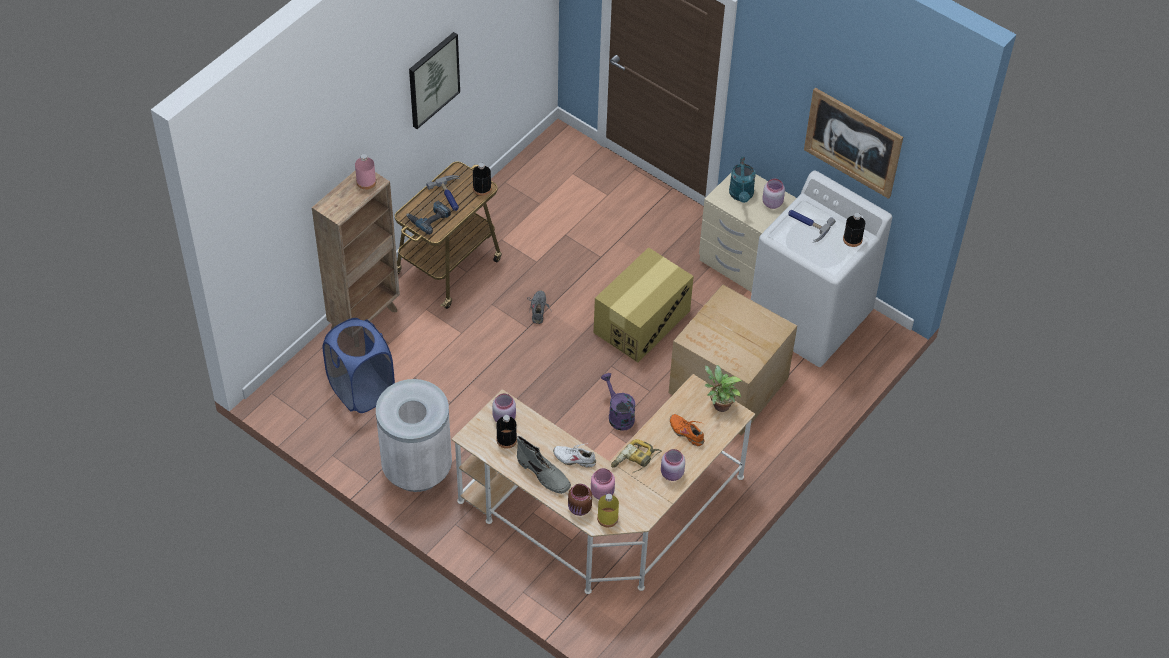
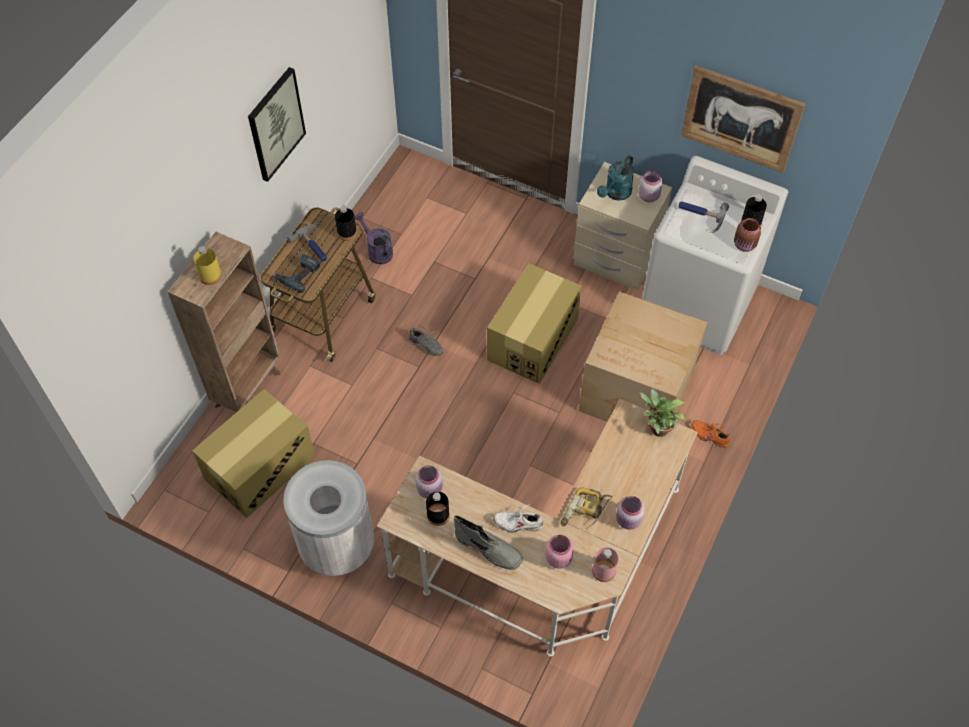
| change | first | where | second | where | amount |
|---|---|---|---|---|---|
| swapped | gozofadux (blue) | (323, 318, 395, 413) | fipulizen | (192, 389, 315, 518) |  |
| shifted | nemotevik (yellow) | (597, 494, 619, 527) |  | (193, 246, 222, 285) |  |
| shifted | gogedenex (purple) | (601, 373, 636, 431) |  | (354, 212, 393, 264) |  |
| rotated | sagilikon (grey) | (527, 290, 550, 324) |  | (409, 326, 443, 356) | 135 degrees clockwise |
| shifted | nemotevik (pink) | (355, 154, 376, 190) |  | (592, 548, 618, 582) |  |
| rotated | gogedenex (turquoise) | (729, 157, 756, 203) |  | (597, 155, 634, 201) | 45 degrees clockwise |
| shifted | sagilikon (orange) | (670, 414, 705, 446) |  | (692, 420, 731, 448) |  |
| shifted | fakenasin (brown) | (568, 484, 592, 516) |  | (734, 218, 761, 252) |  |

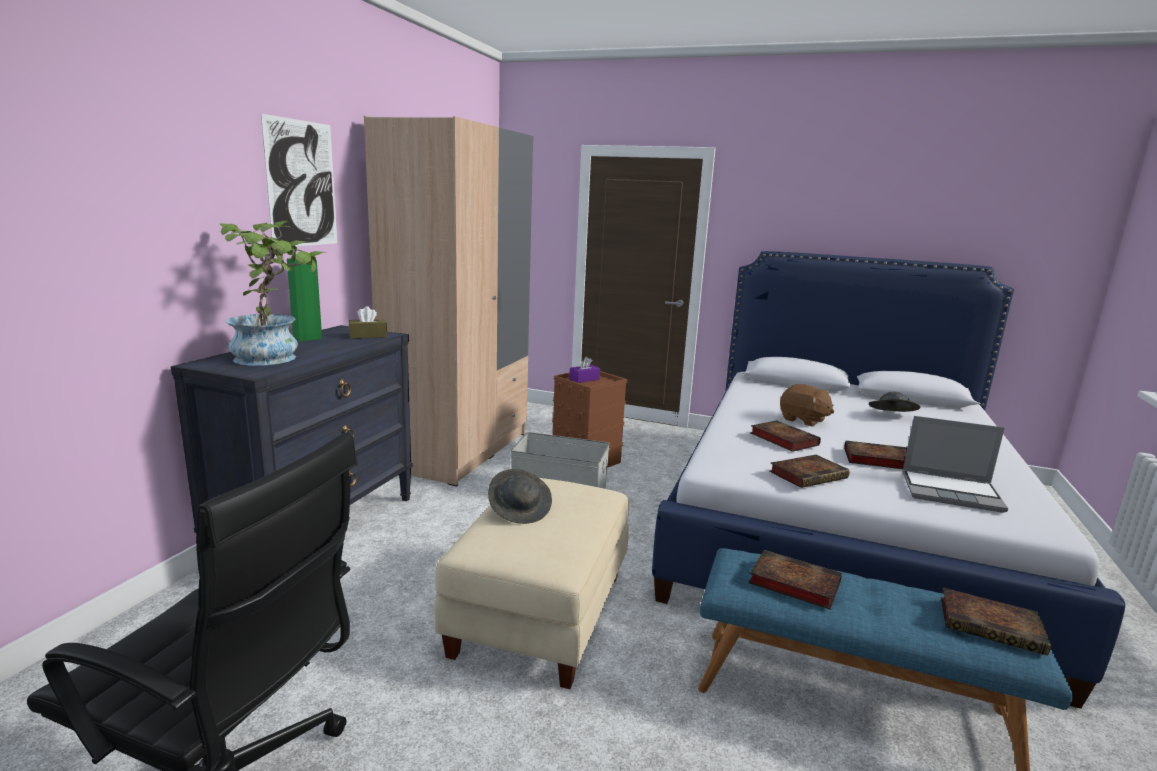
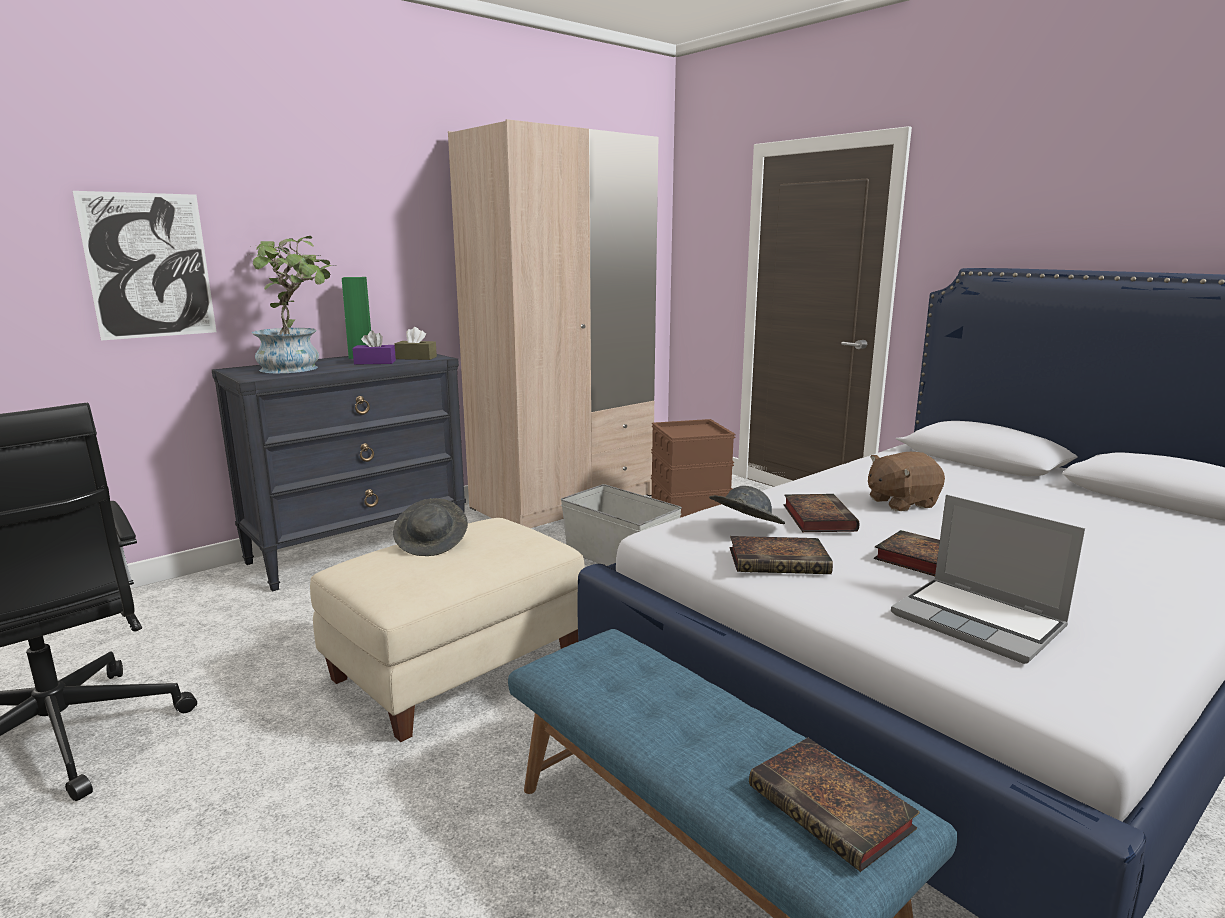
| change | first | where | second | where | amount |
|---|---|---|---|---|---|
| shifted | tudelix | (261, 114, 337, 246) |  | (73, 191, 216, 341) |  |
| shifted | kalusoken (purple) | (569, 357, 600, 383) |  | (352, 331, 396, 365) |  |
| shifted | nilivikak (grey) | (869, 392, 921, 412) |  | (709, 486, 785, 524) |  |
| rotated | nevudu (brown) | (780, 384, 834, 427) |  | (868, 452, 945, 511) | 90 degrees clockwise |
| gone | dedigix | (748, 550, 842, 609) |  |  |  |

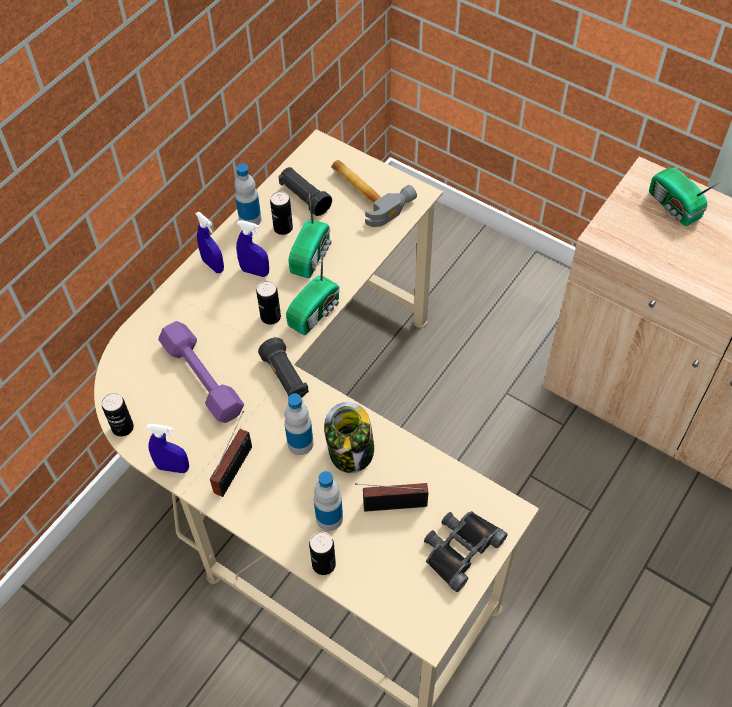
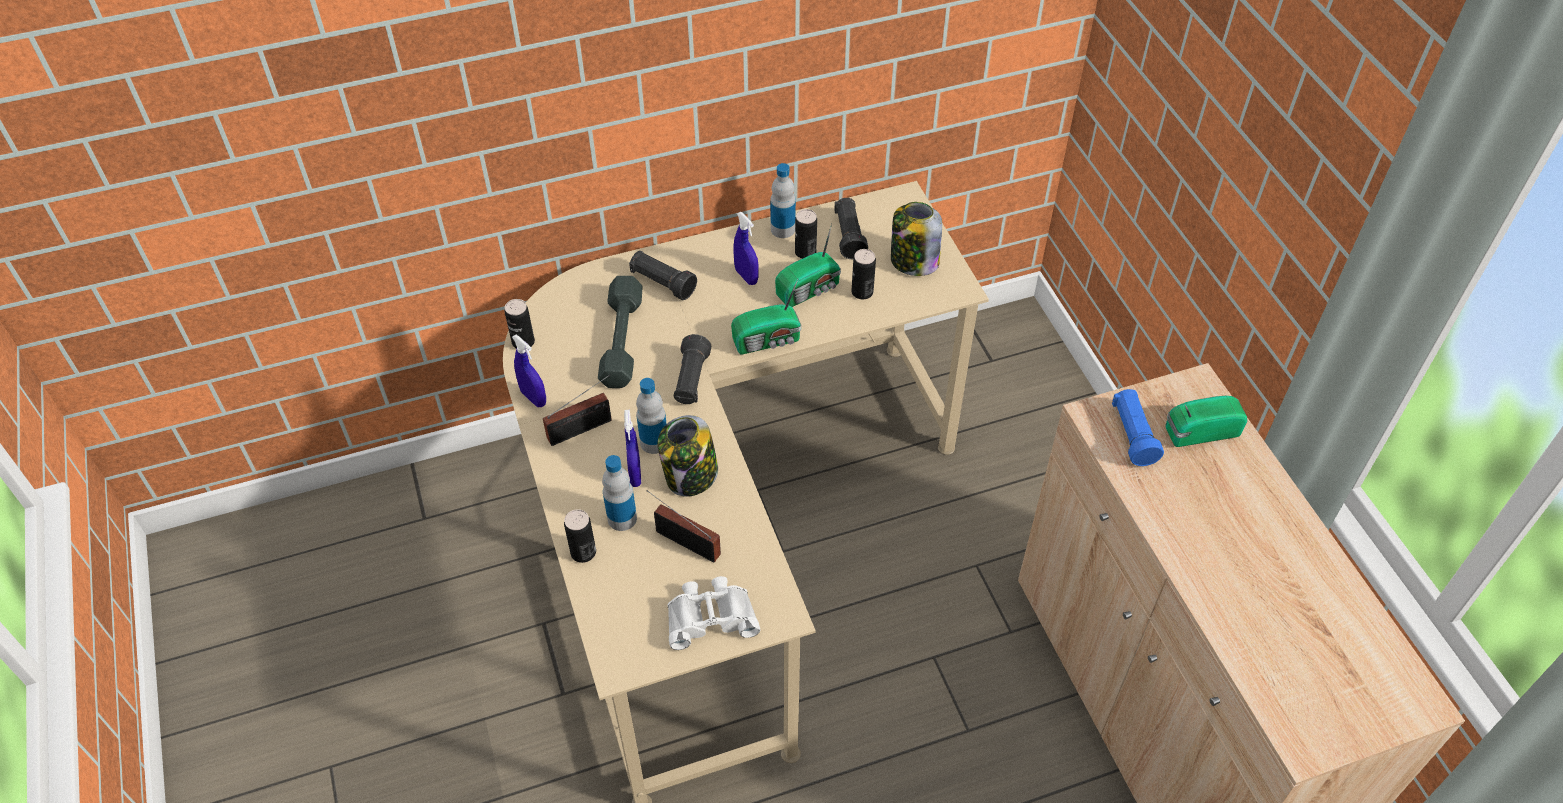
| change | first | where | second | where | amount |
|---|---|---|---|---|---|
| repainted | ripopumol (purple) | (158, 321, 244, 423) | ripopumol (grey) | (598, 276, 642, 388) |  |
| shifted | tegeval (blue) | (195, 212, 224, 273) |  | (624, 410, 641, 487) |  |
| new |  |  | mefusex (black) | (629, 251, 697, 300) |  |
| repainted | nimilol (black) | (424, 511, 507, 592) | nimilol (white) | (667, 576, 760, 650) |  |
| shifted | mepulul | (256, 281, 281, 325) |  | (851, 249, 876, 299) |  |
| swapped | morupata | (331, 160, 417, 227) | fakenasin | (891, 202, 942, 276) |  |
| new |  |  | mefusex (blue) | (1112, 389, 1164, 466) |  |
| rotated | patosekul | (649, 168, 721, 226) |  | (1165, 396, 1247, 447) | 75 degrees clockwise |

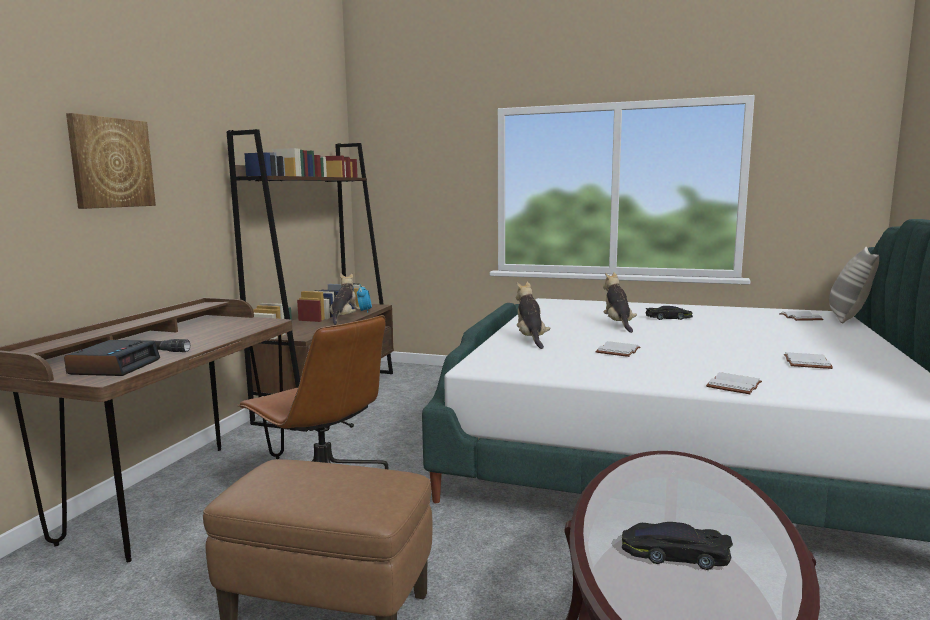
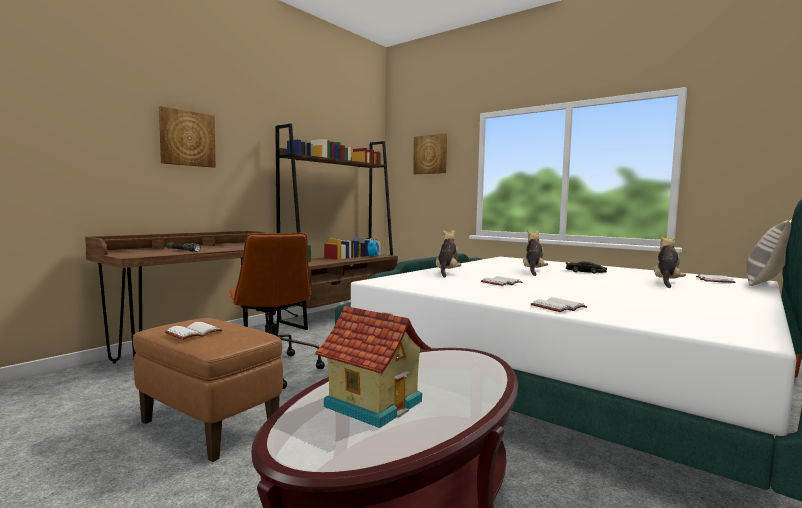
| change | first | where | second | where | amount |
|---|---|---|---|---|---|
| shifted | dedigix (white) | (784, 352, 833, 369) |  | (165, 322, 223, 340) |  |
| swapped | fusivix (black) | (622, 522, 733, 570) | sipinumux | (315, 306, 431, 428) |  |
| new |  |  | tudelix | (413, 133, 447, 174) |  |
| shifted | nevudu | (330, 274, 360, 325) |  | (654, 235, 686, 288) |  |
| gone | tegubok | (64, 340, 160, 376) |  |  |  |

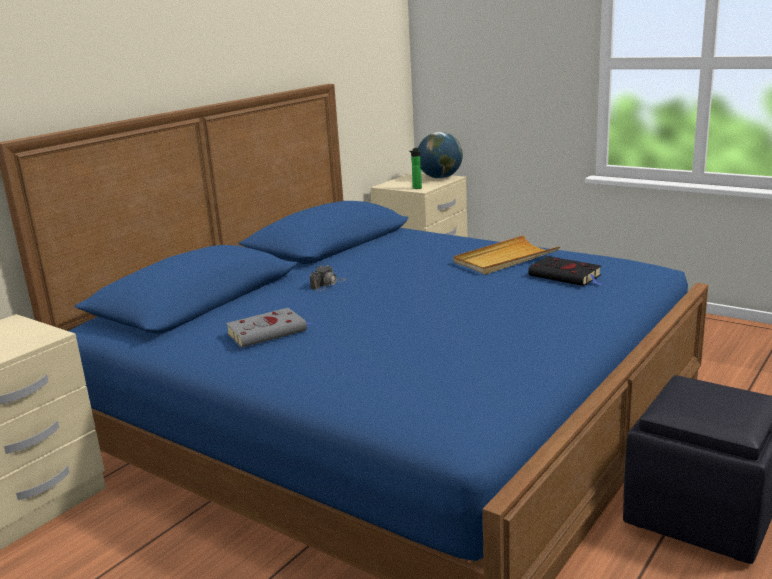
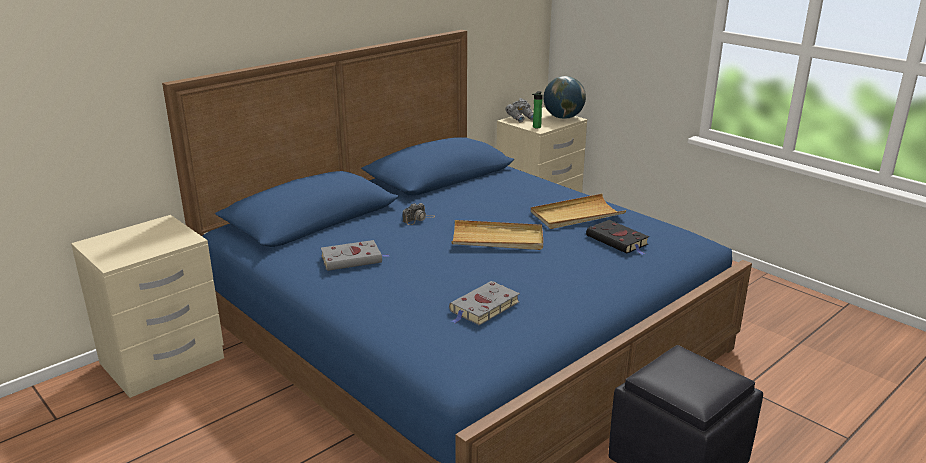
| change | first | where | second | where | amount |
|---|---|---|---|---|---|
| new |  |  | dedigix (grey) | (449, 281, 520, 326) |  |
| new |  |  | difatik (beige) | (452, 220, 543, 250) |  |
| new |  |  | nimilol (grey) | (505, 98, 533, 123) |  |

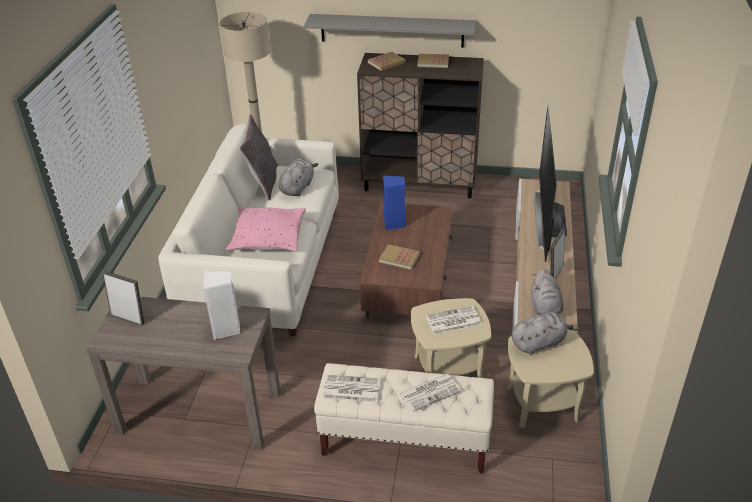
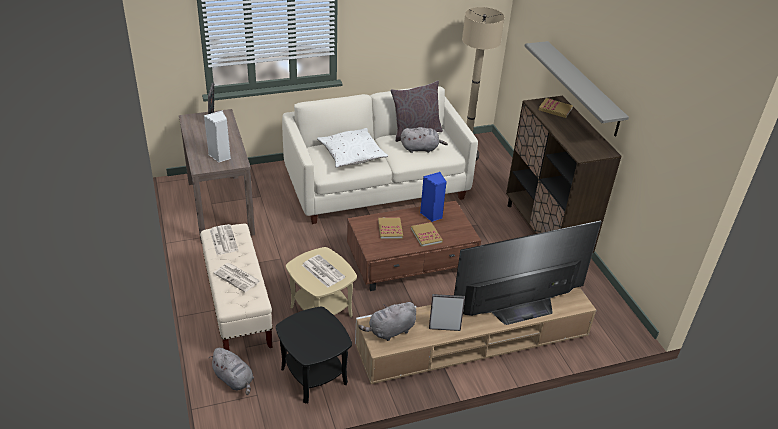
| change | first | where | second | where | amount |
|---|---|---|---|---|---|
| shifted | nevudu (grey) | (512, 312, 580, 355) |  | (209, 348, 254, 395) |  |
| repainted | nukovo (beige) | (507, 330, 594, 428) | nukovo (black) | (276, 307, 352, 403) |  |
| repainted | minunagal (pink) | (226, 207, 306, 252) | minunagal (white) | (317, 128, 388, 168) |  |
| shifted | dedigix | (418, 54, 449, 68) |  | (411, 222, 443, 247) |  |

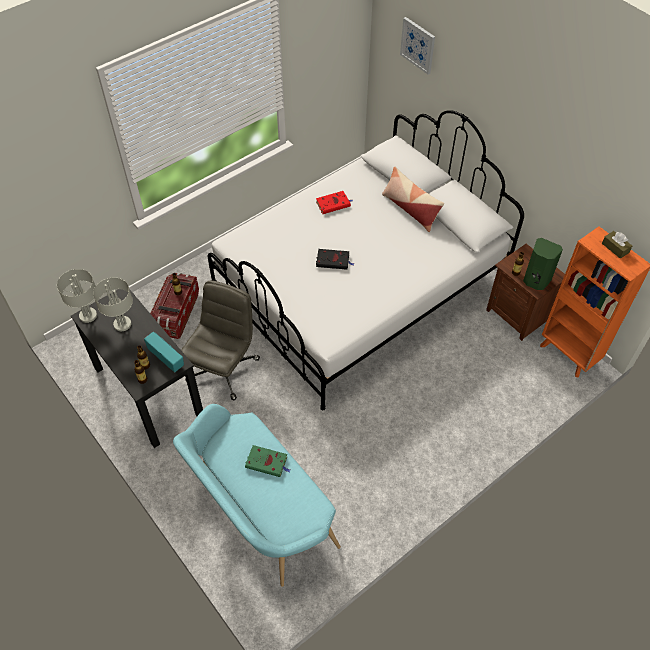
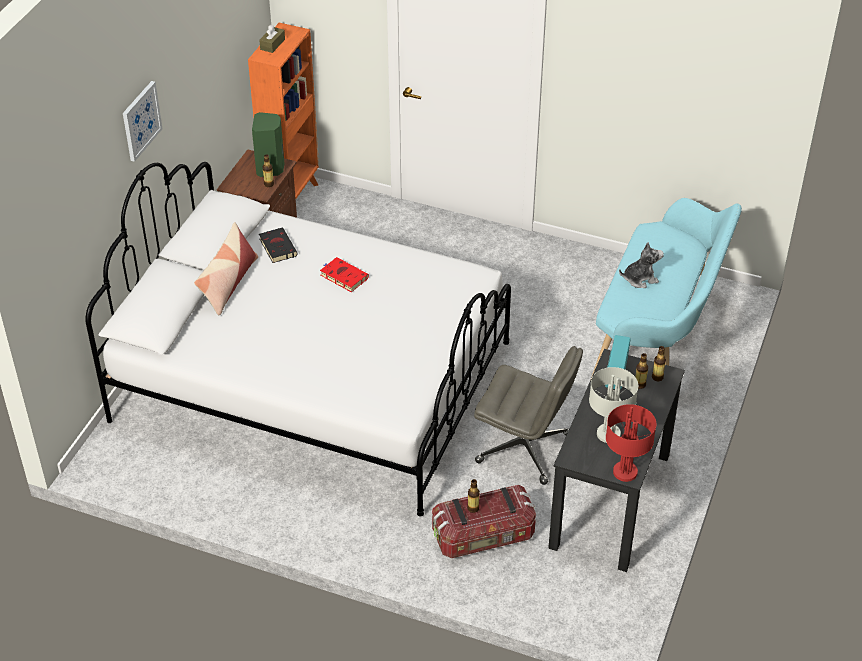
| change | first | where | second | where | amount |
|---|---|---|---|---|---|
| shifted | tudelix | (400, 17, 435, 74) |  | (123, 81, 162, 162) |  |
| shifted | dedigix (black) | (316, 249, 355, 270) |  | (259, 228, 298, 263) |  |
| shifted | dedigix (red) | (316, 191, 353, 214) |  | (320, 257, 369, 292) |  |
| rotated | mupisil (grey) | (181, 281, 260, 400) |  | (474, 346, 583, 485) | 150 degrees counterclockwise |
| repainted | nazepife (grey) | (57, 269, 97, 323) | nazepife (red) | (606, 404, 656, 482) |  |
| swapped | dedigix (green) | (245, 445, 290, 477) | nevudu | (619, 242, 664, 288) |  |

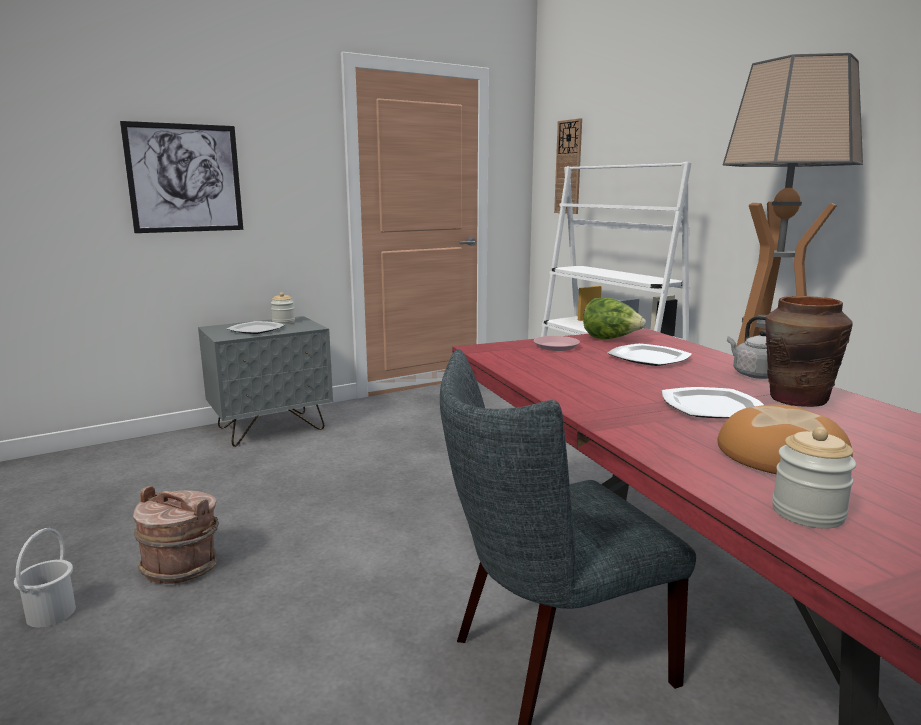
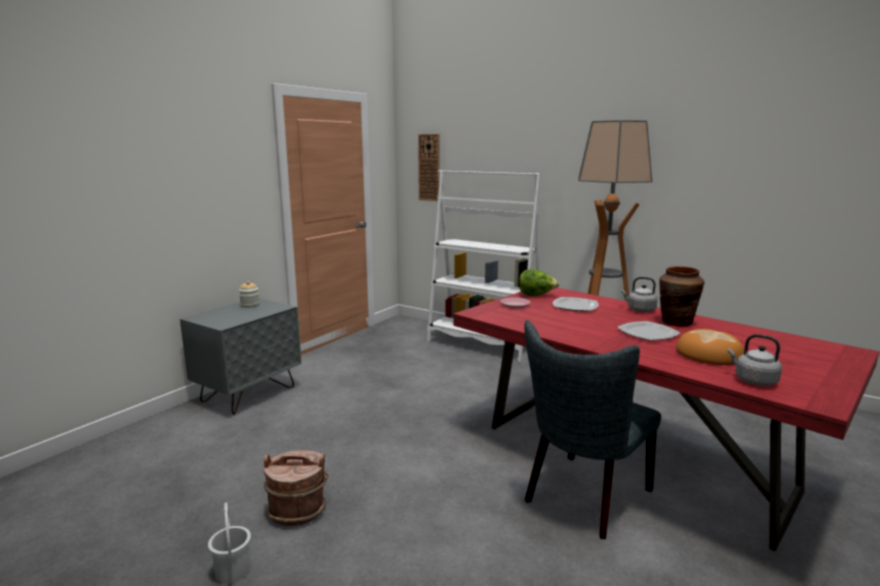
| change | first | where | second | where | amount |
|---|---|---|---|---|---|
| swapped | fakenasin | (772, 427, 856, 529) | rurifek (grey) | (728, 334, 782, 386) |  |
| gone | tudelix | (120, 121, 243, 233) |  |  |  |
| gone | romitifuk | (227, 321, 285, 334) |  |  |  |

